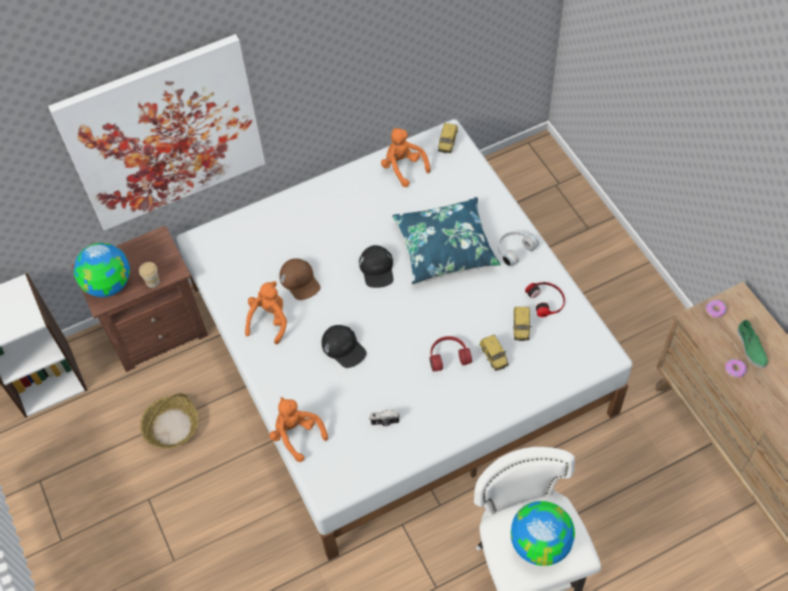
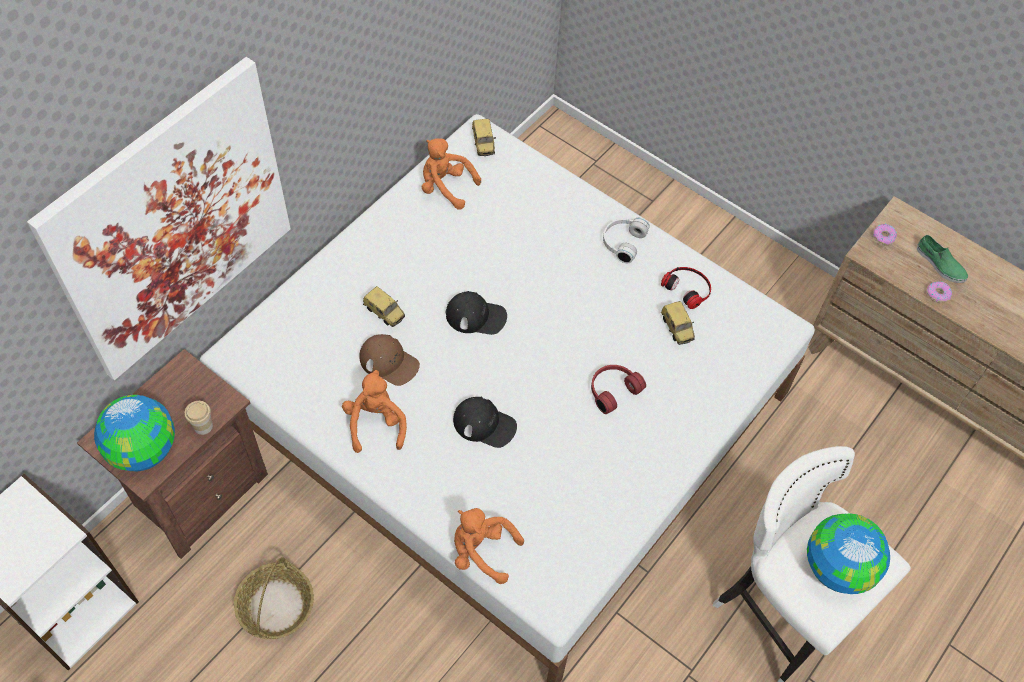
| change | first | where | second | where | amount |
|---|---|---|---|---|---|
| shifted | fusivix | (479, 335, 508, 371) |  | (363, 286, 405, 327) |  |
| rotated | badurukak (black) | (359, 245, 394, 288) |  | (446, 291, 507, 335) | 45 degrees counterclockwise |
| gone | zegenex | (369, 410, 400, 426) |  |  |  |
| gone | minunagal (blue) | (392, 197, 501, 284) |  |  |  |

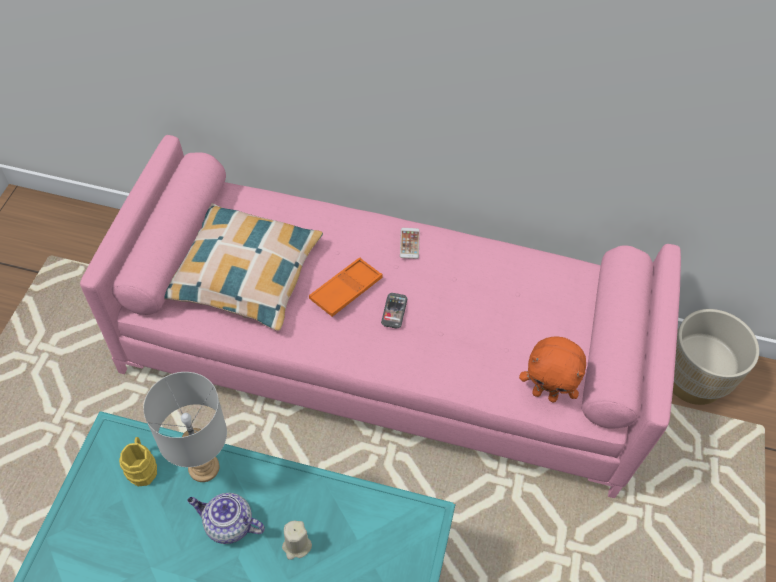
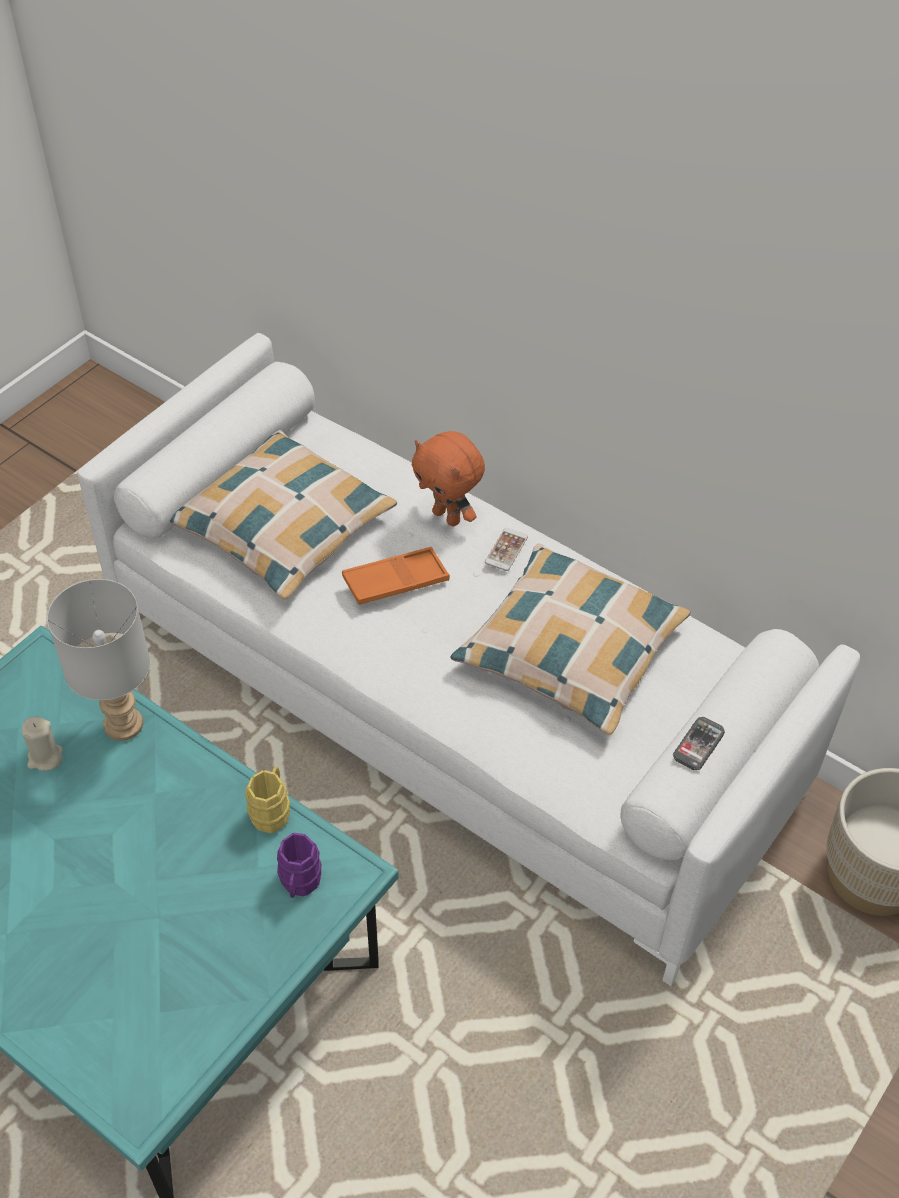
| change | first | where | second | where | amount |
|---|---|---|---|---|---|
| shifted | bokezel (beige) | (282, 521, 312, 560) |  | (22, 717, 63, 771) |  |
| repainted | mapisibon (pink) | (80, 135, 681, 498) | mapisibon (white) | (77, 333, 860, 986) |  |
| shifted | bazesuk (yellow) | (119, 437, 157, 486) |  | (245, 767, 290, 833) |  |
| new |  |  | bazesuk (purple) | (277, 833, 321, 898) |  |
| shifted | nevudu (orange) | (519, 336, 586, 403) |  | (412, 431, 485, 526) |  |
| new |  |  | minunagal | (451, 543, 691, 735) |  |
| shifted | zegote | (381, 293, 407, 329) |  | (673, 717, 725, 770) |  |
| gone | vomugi | (187, 493, 265, 544) |  |  |  |

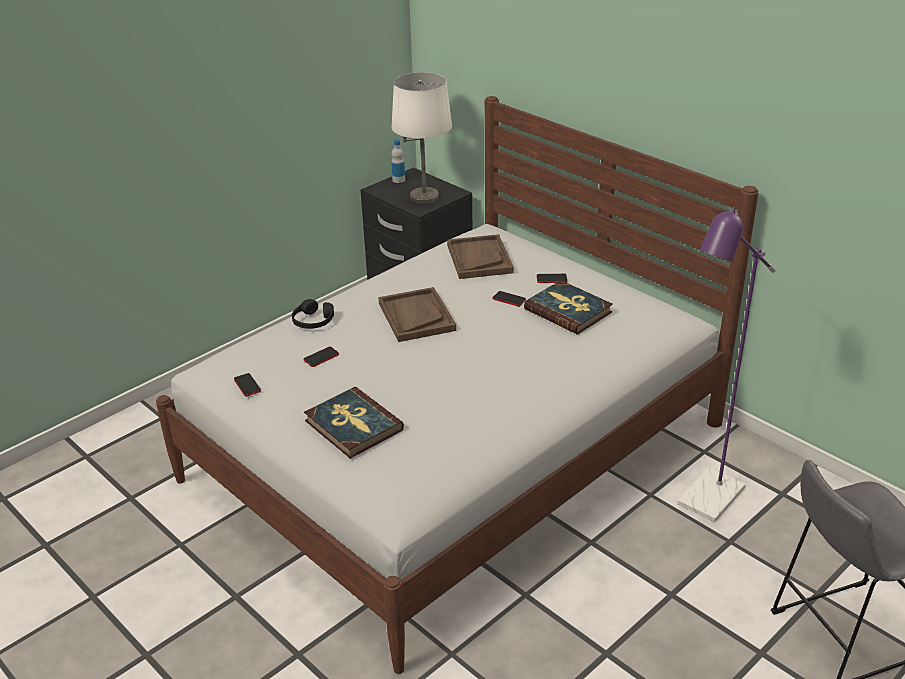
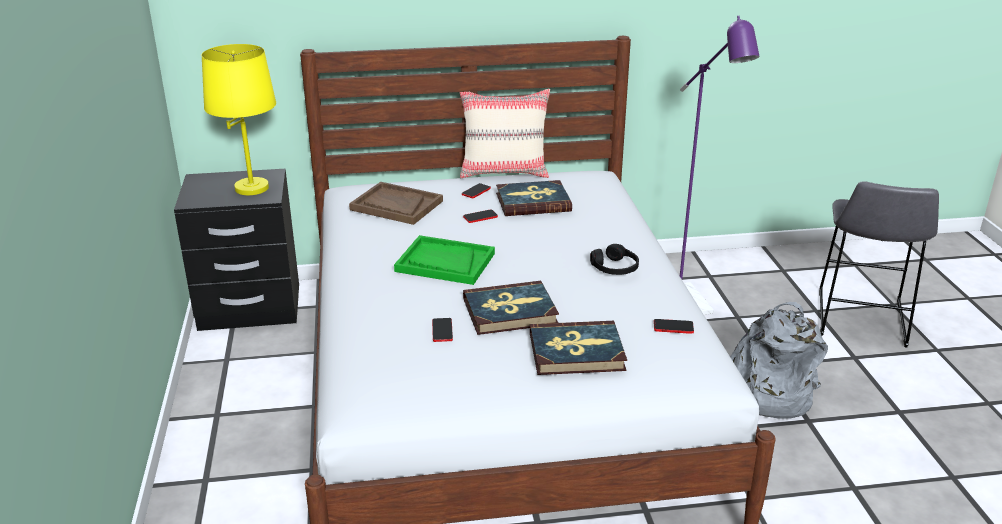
| change | first | where | second | where | amount |
|---|---|---|---|---|---|
| repainted | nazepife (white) | (391, 72, 452, 204) | nazepife (yellow) | (201, 44, 276, 195) |  |
| repainted | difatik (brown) | (378, 287, 456, 342) | difatik (green) | (394, 235, 495, 285) |  |
| new |  |  | minunagal (beige) | (460, 89, 550, 178) |  |
| new |  |  | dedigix | (463, 281, 559, 335) |  |
| shifted | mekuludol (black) | (292, 299, 334, 329) |  | (590, 244, 639, 275) |  |
| shifted | zegote | (234, 373, 261, 397) |  | (654, 319, 694, 334) |  |
| new |  |  | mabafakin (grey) | (730, 302, 828, 419) |  |
| gone | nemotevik | (391, 139, 405, 183) |  |  |  |

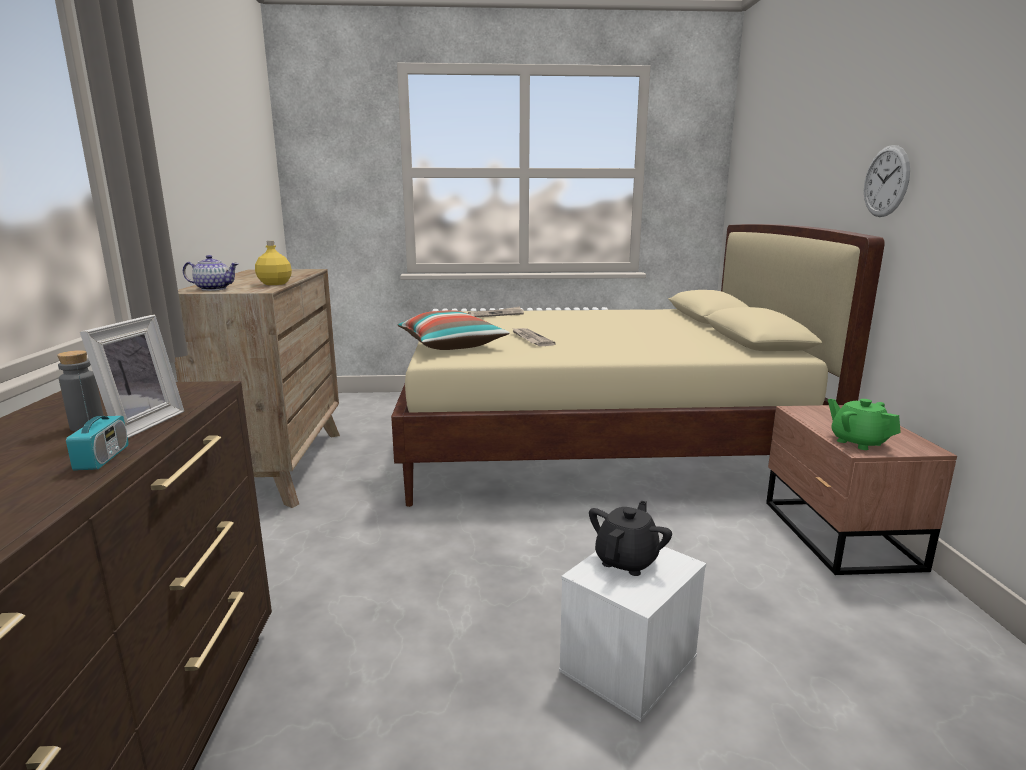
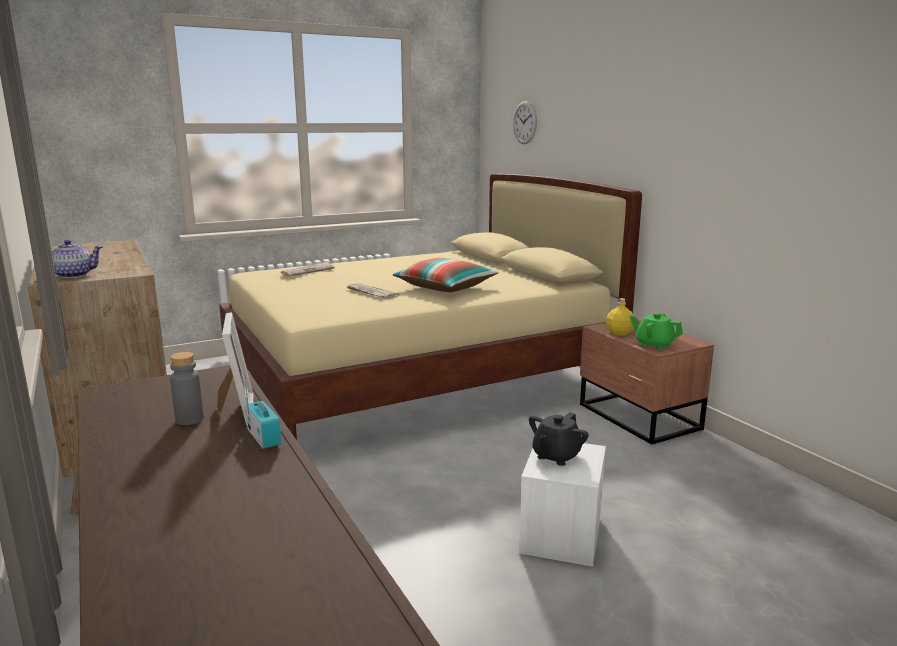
| change | first | where | second | where | amount |
|---|---|---|---|---|---|
| shifted | minunagal | (398, 310, 510, 350) |  | (393, 258, 499, 292) |  |
| shifted | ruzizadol | (864, 145, 910, 217) |  | (513, 101, 537, 144) |  |
| rotated | vomugi (black) | (589, 501, 672, 576) |  | (529, 412, 589, 466) | 150 degrees counterclockwise |
| shifted | nemotevik (yellow) | (255, 241, 292, 285) |  | (606, 298, 634, 336) |  |

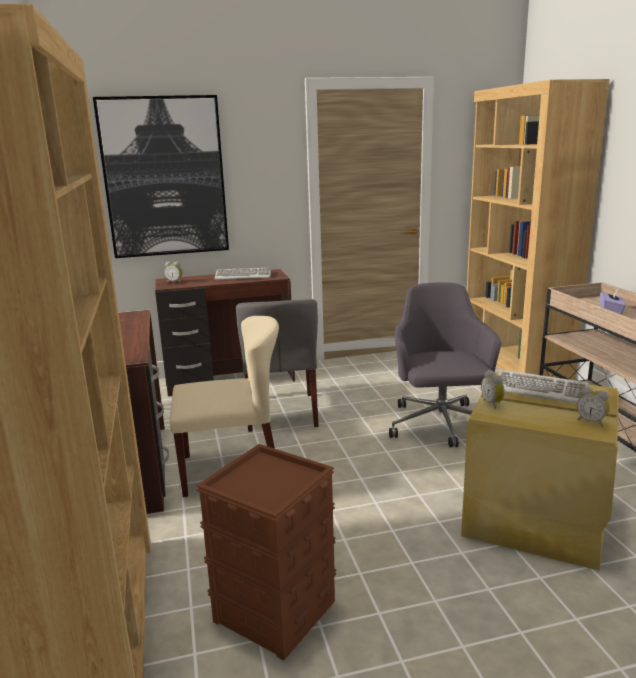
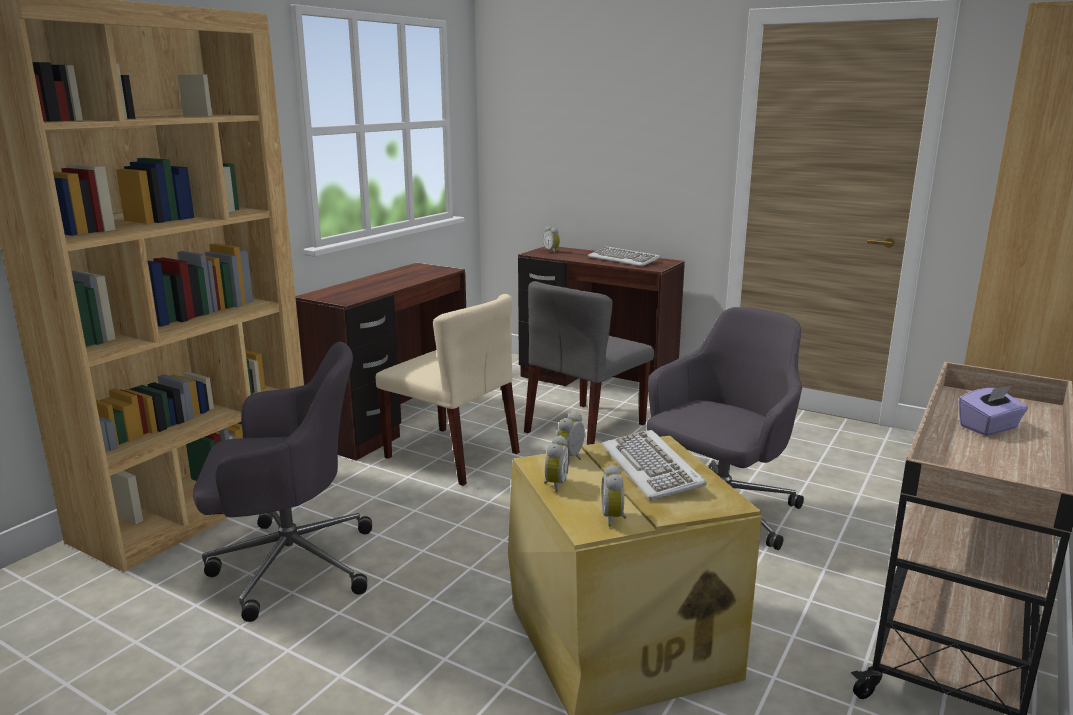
| change | first | where | second | where | amount |
|---|---|---|---|---|---|
| swapped | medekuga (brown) | (196, 444, 336, 661) | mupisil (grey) | (193, 342, 372, 622) |  |
| new |  |  | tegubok | (544, 435, 570, 492) |  |
| gone | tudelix | (93, 95, 229, 258) |  |  |  |

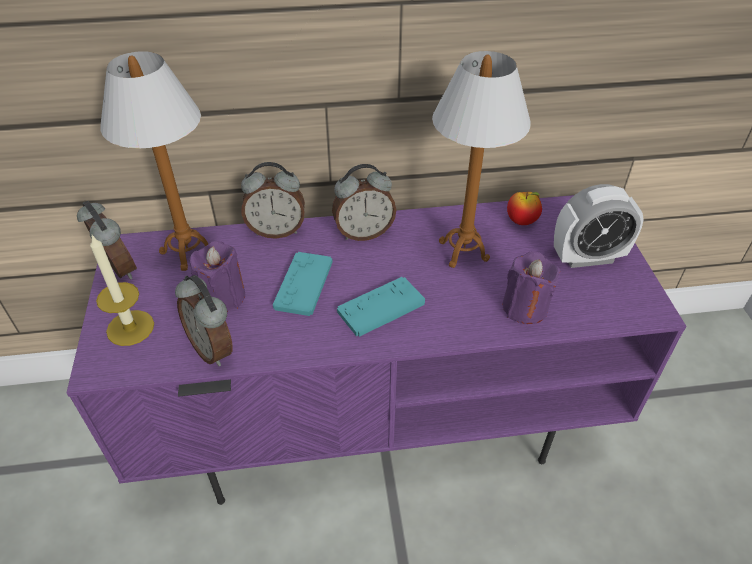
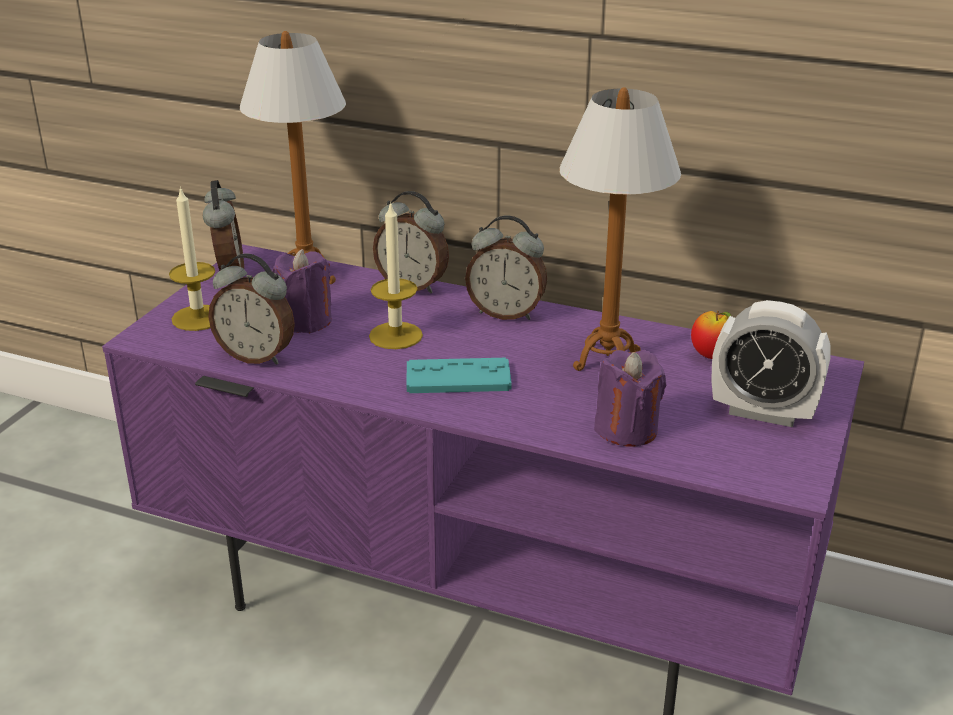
| change | first | where | second | where | amount |
|---|---|---|---|---|---|
| rotated | tegubok | (175, 275, 233, 366) |  | (208, 253, 295, 365) | 60 degrees counterclockwise |
| swapped | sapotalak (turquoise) | (273, 252, 332, 316) | bokezel | (369, 201, 423, 349) |  |

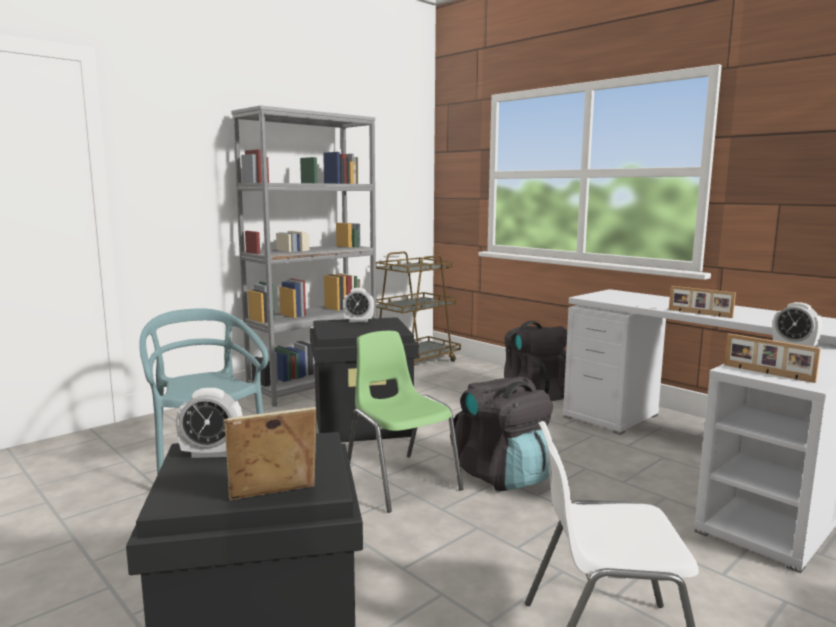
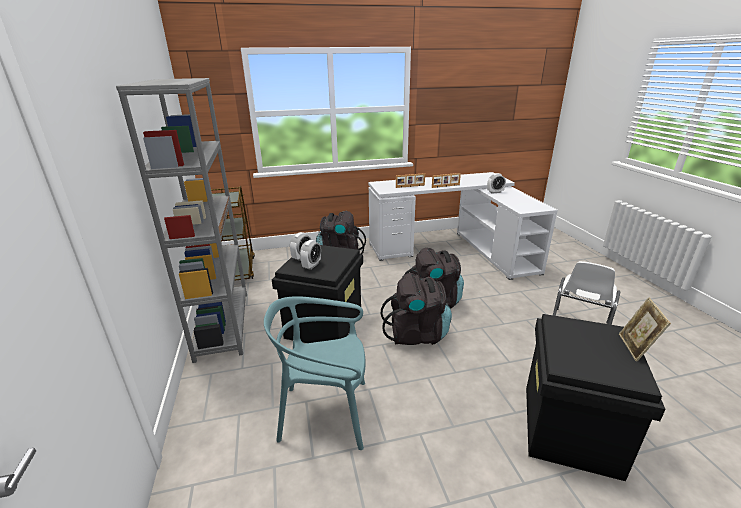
| change | first | where | second | where | amount |
|---|---|---|---|---|---|
| shifted | tegubok | (176, 388, 242, 458) |  | (300, 240, 321, 270) |  |
| swapped | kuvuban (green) | (348, 331, 463, 513) | mabafakin (black) | (381, 273, 452, 345) |  |
| shifted | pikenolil | (724, 334, 821, 383) |  | (396, 173, 425, 188) |  |

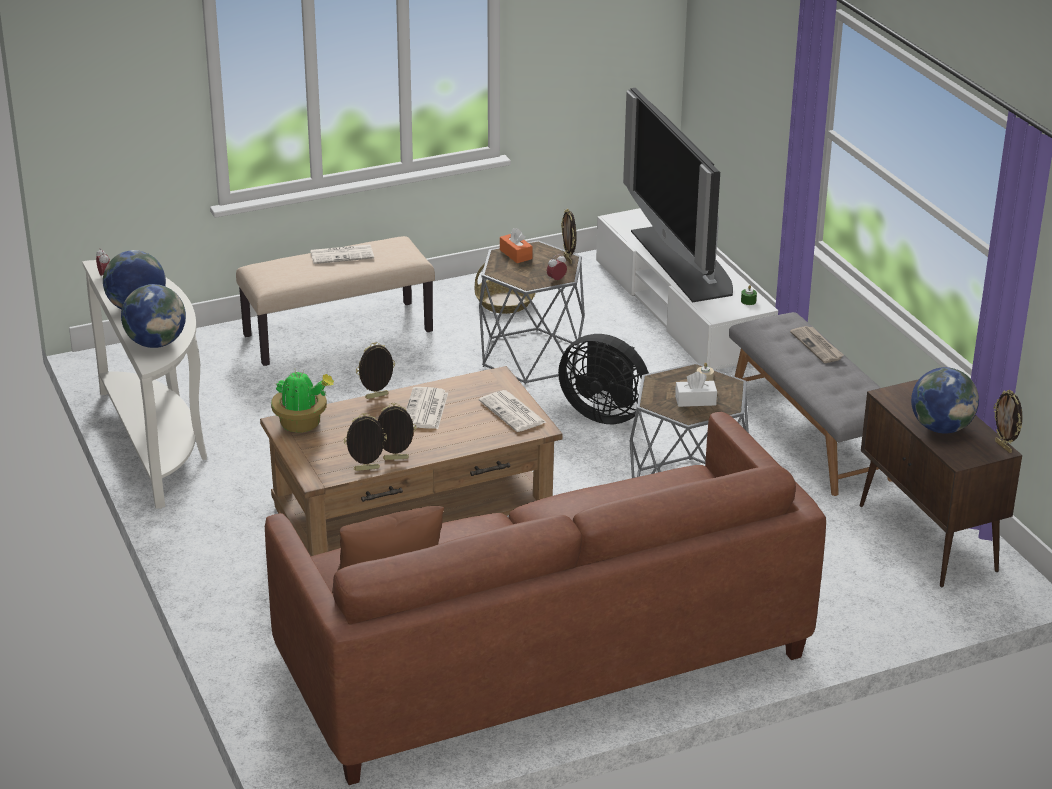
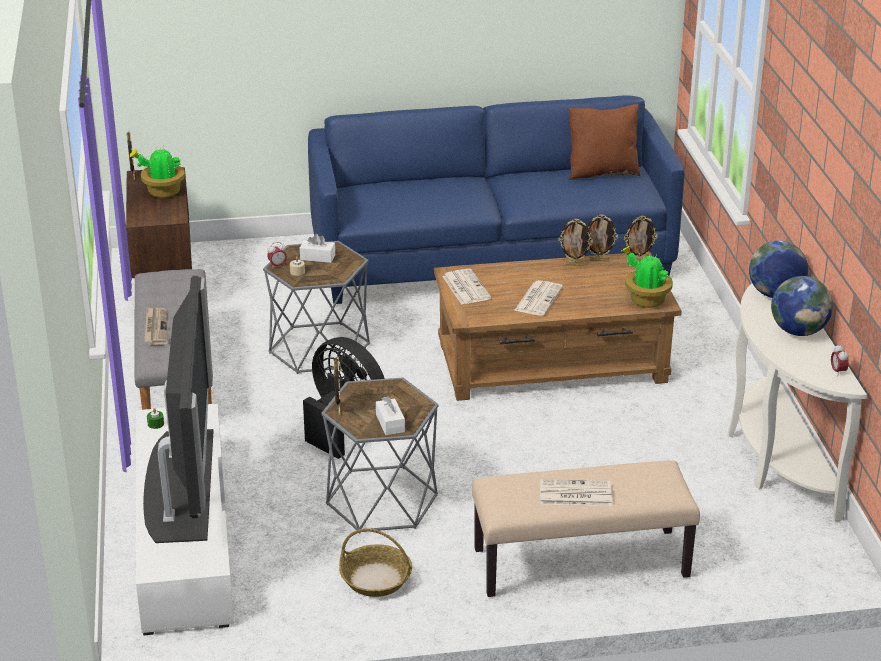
| change | first | where | second | where | amount |
|---|---|---|---|---|---|
| swapped | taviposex | (911, 367, 979, 434) | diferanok | (129, 147, 185, 198) |  |
| shifted | tegubok | (547, 254, 567, 280) |  | (267, 242, 287, 269) |  |
| repainted | mapisibon (brown) | (265, 412, 826, 785) | mapisibon (blue) | (308, 95, 684, 304) |  |
| repainted | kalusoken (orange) | (500, 228, 533, 263) | kalusoken (white) | (376, 396, 405, 435) |  |
| shifted | pikenolil | (356, 342, 395, 399) |  | (624, 216, 658, 262) |  |

